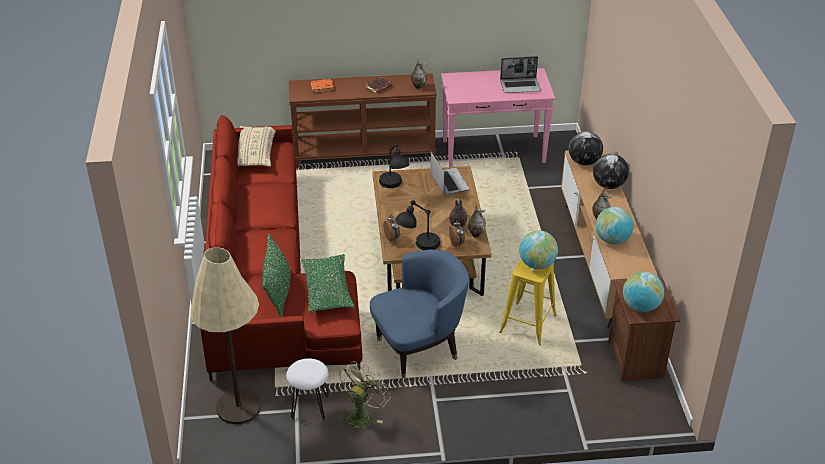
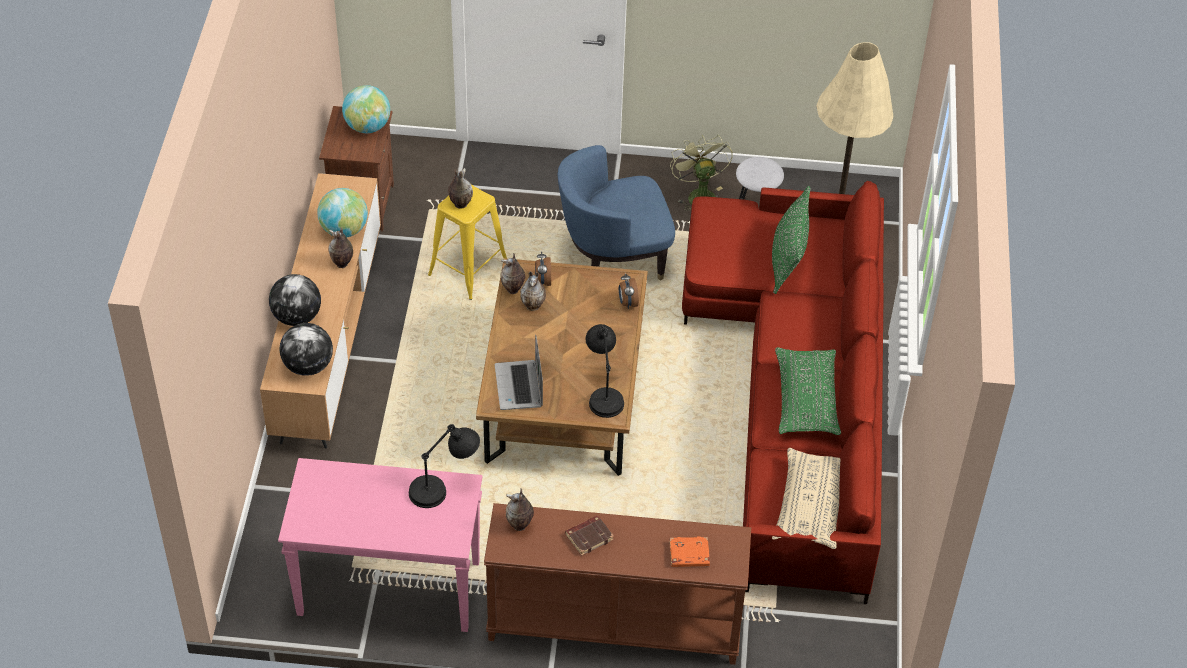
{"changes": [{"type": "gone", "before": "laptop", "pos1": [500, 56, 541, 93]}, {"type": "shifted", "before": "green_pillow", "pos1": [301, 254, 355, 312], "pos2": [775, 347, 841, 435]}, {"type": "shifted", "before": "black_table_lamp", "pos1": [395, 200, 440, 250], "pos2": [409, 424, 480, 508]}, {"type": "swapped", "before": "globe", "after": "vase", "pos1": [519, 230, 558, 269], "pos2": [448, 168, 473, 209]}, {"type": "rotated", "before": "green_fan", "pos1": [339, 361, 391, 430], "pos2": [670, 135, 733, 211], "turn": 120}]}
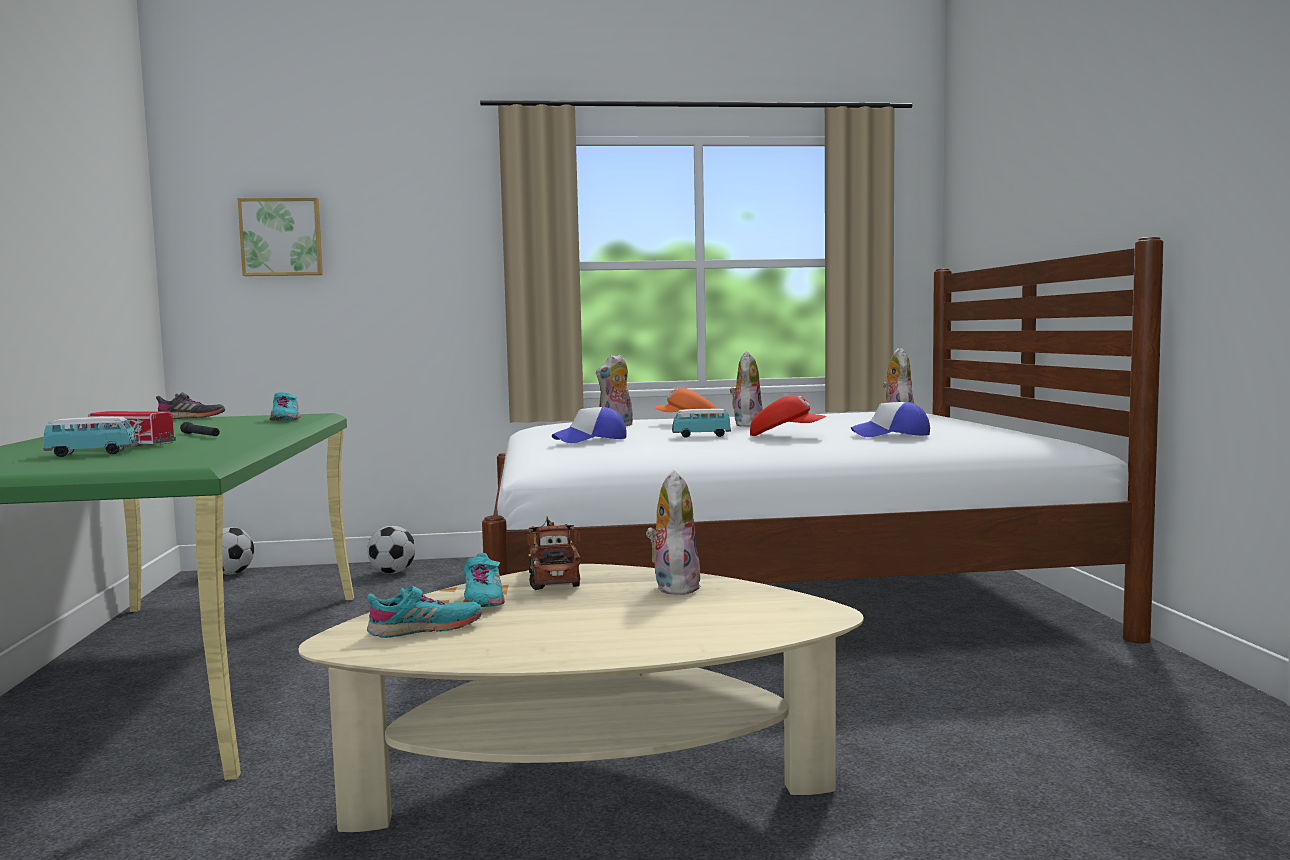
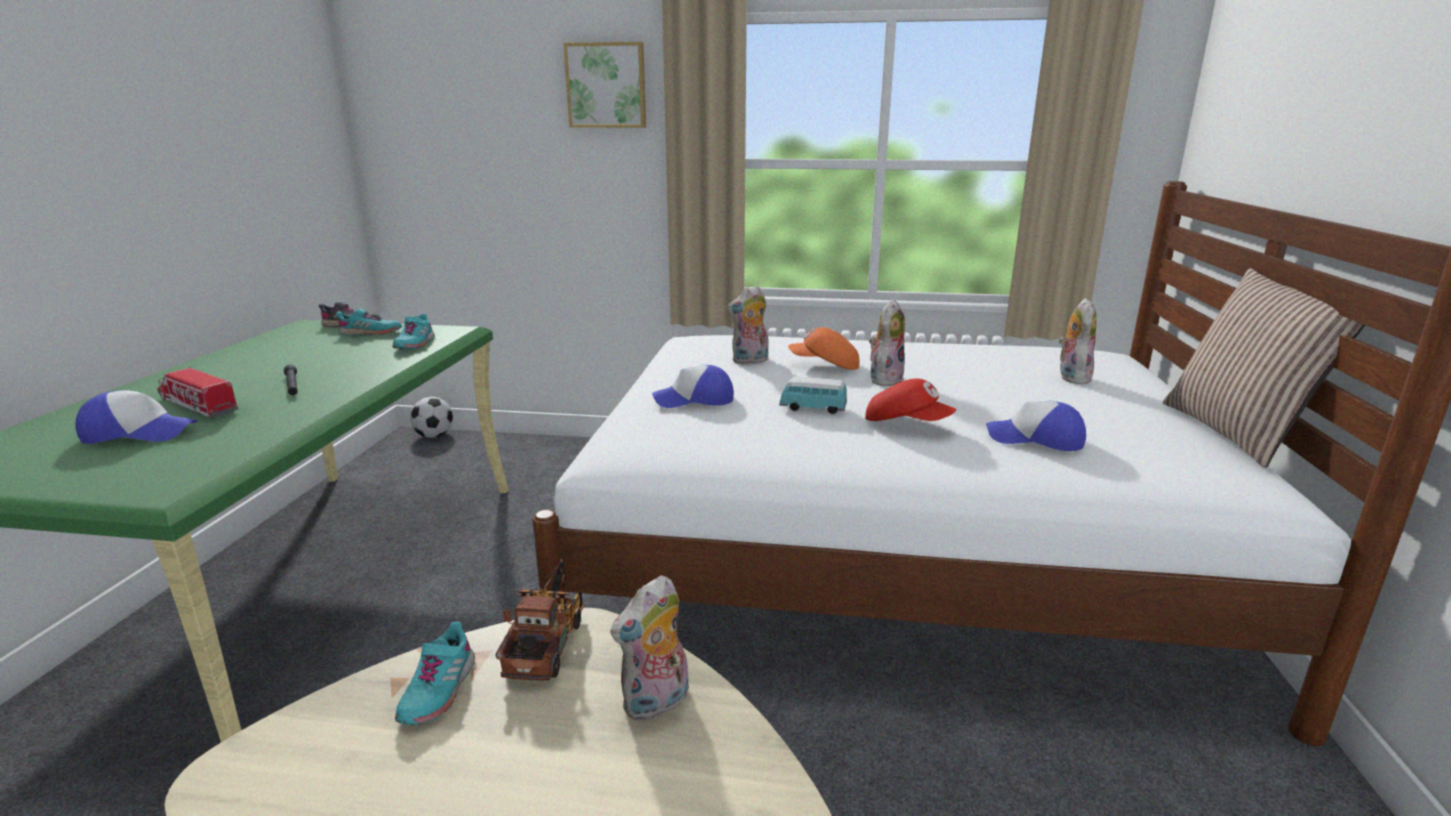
{"changes": [{"type": "gone", "before": "football", "pos1": [367, 526, 415, 574]}, {"type": "new", "after": "pillow", "pos2": [1163, 268, 1365, 468]}, {"type": "shifted", "before": "picture", "pos1": [238, 198, 323, 276], "pos2": [563, 42, 646, 128]}, {"type": "shifted", "before": "turquoise_shoe", "pos1": [367, 585, 483, 638], "pos2": [336, 309, 402, 336]}, {"type": "swapped", "before": "toy_car", "after": "cap", "pos1": [43, 417, 138, 457], "pos2": [75, 390, 198, 444]}, {"type": "rotated", "before": "plush_toy", "pos1": [646, 470, 701, 595], "pos2": [610, 575, 689, 721], "turn": -150}]}
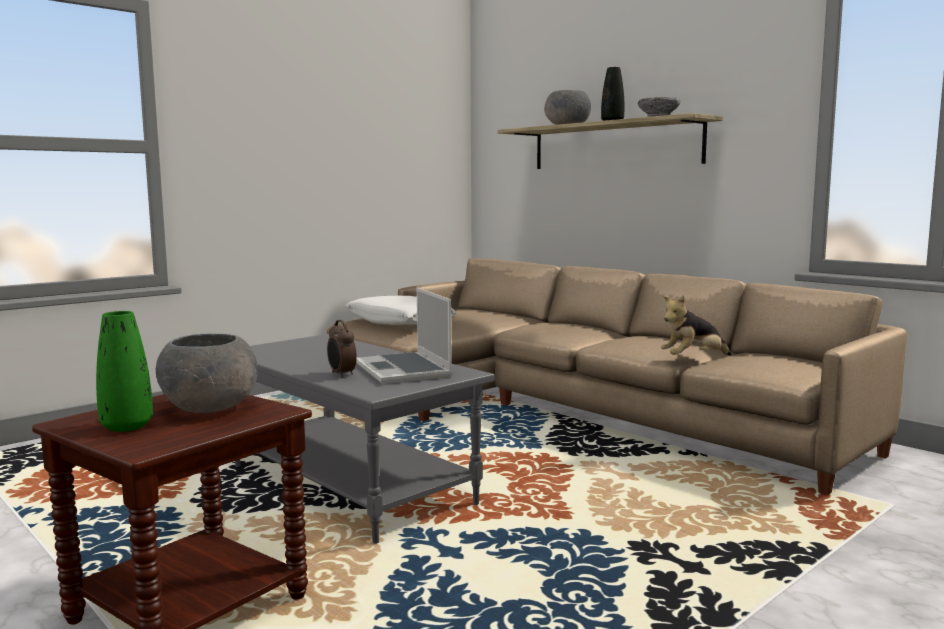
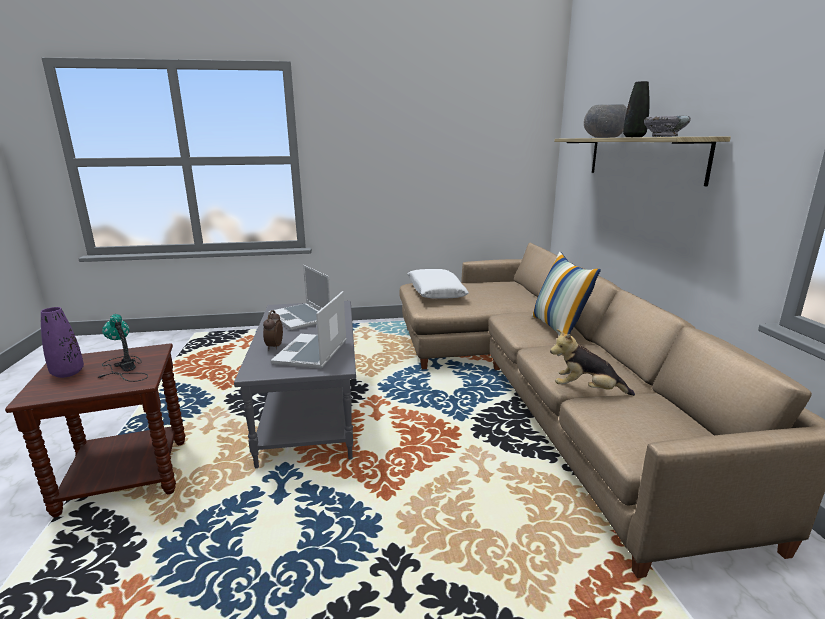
{"changes": [{"type": "new", "after": "laptop", "pos2": [269, 265, 331, 331]}, {"type": "new", "after": "pillow", "pos2": [531, 252, 601, 336]}, {"type": "swapped", "before": "grey_bowl", "after": "table_lamp", "pos1": [156, 333, 258, 413], "pos2": [98, 314, 148, 382]}, {"type": "repainted", "before": "green_vase", "after": "purple_vase", "pos1": [96, 311, 153, 432], "pos2": [41, 307, 84, 378]}]}
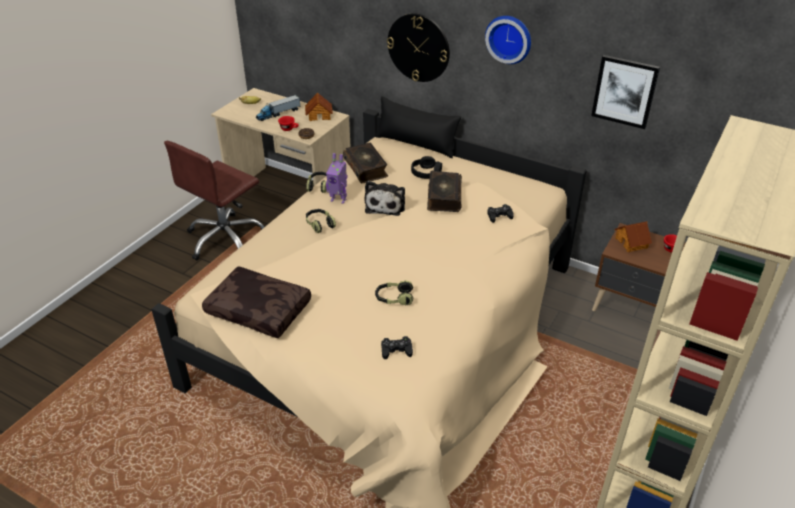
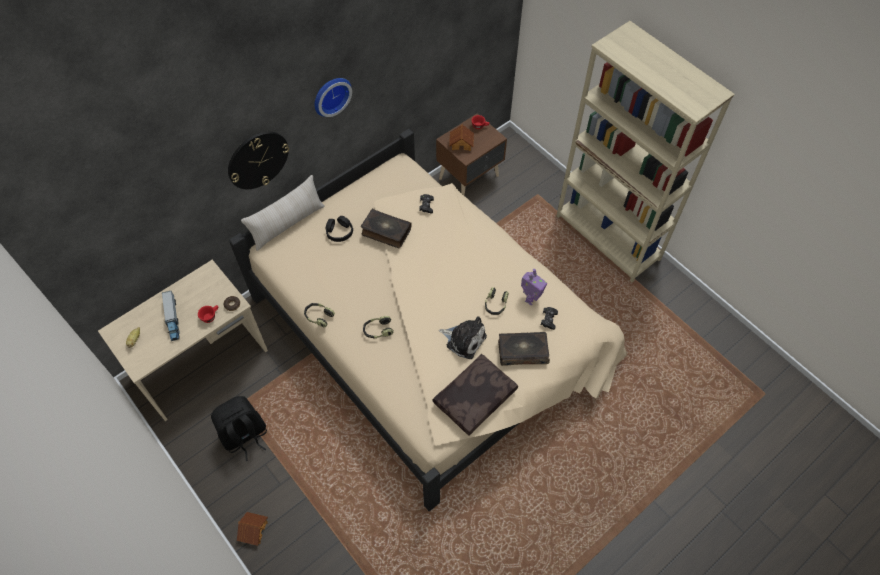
{"changes": [{"type": "gone", "before": "picture", "pos1": [591, 55, 660, 129]}, {"type": "shifted", "before": "toy_house", "pos1": [305, 93, 333, 121], "pos2": [237, 512, 268, 546]}, {"type": "shifted", "before": "toy_robot", "pos1": [326, 153, 348, 204], "pos2": [521, 269, 547, 306]}, {"type": "shifted", "before": "book", "pos1": [343, 143, 388, 183], "pos2": [498, 332, 550, 366]}, {"type": "shifted", "before": "plush_toy", "pos1": [365, 181, 405, 216], "pos2": [439, 316, 487, 359]}, {"type": "swapped", "before": "brown_office_chair", "after": "black_backpack", "pos1": [164, 141, 265, 261], "pos2": [211, 396, 267, 461]}, {"type": "repainted", "before": "black_pillow", "after": "beige_pillow", "pos1": [375, 96, 461, 158], "pos2": [241, 175, 325, 251]}]}
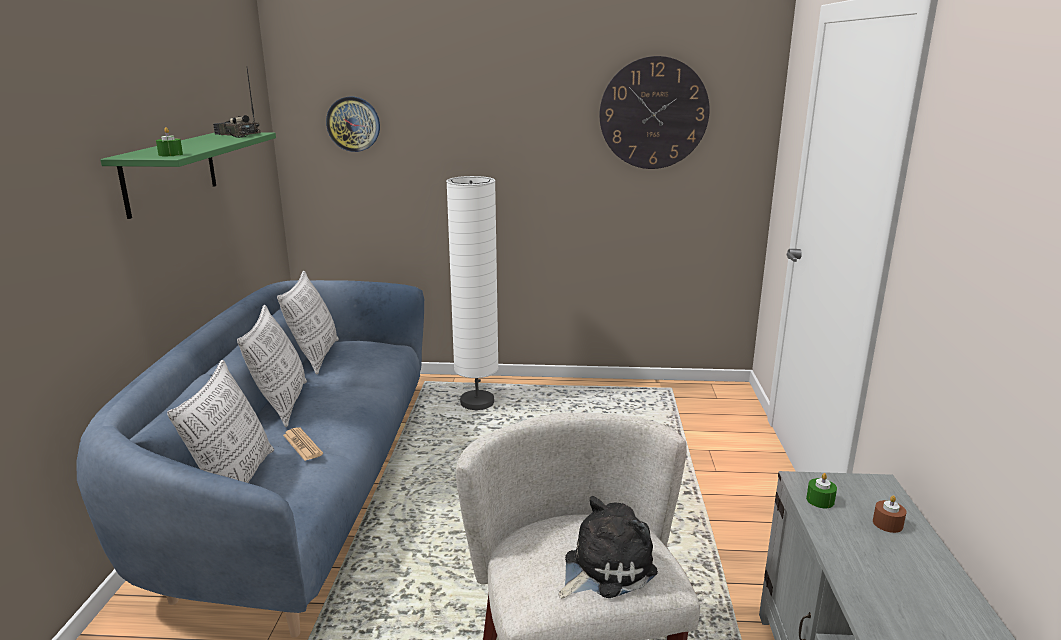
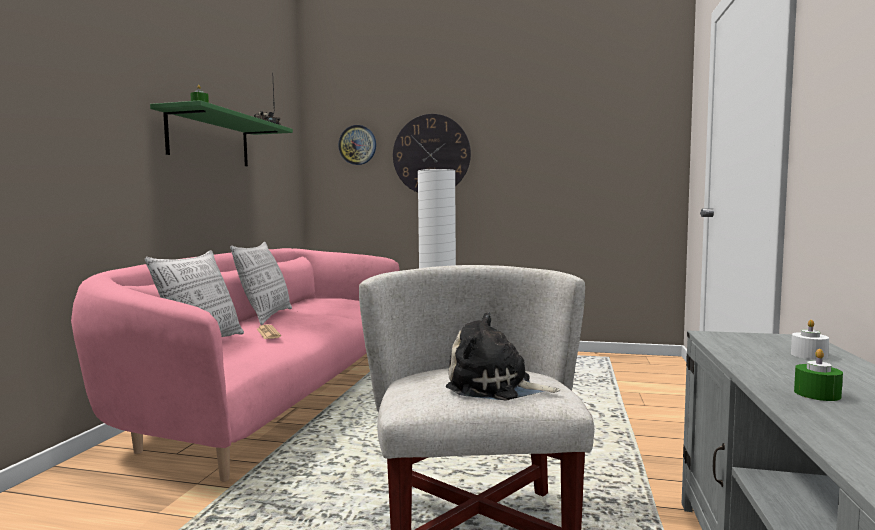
{"changes": [{"type": "gone", "before": "pillow", "pos1": [277, 271, 339, 374]}, {"type": "shifted", "before": "wall_clock", "pos1": [599, 56, 710, 169], "pos2": [393, 114, 471, 193]}, {"type": "shifted", "before": "green_candle", "pos1": [806, 473, 837, 508], "pos2": [794, 349, 843, 401]}, {"type": "repainted", "before": "blue_sofa", "after": "pink_sofa", "pos1": [76, 280, 424, 638], "pos2": [71, 248, 400, 482]}, {"type": "repainted", "before": "brown_candle", "after": "white_candle", "pos1": [873, 495, 907, 533], "pos2": [791, 320, 829, 360]}, {"type": "rotated", "before": "plush_toy", "pos1": [559, 496, 658, 598], "pos2": [446, 312, 560, 401], "turn": -135}]}
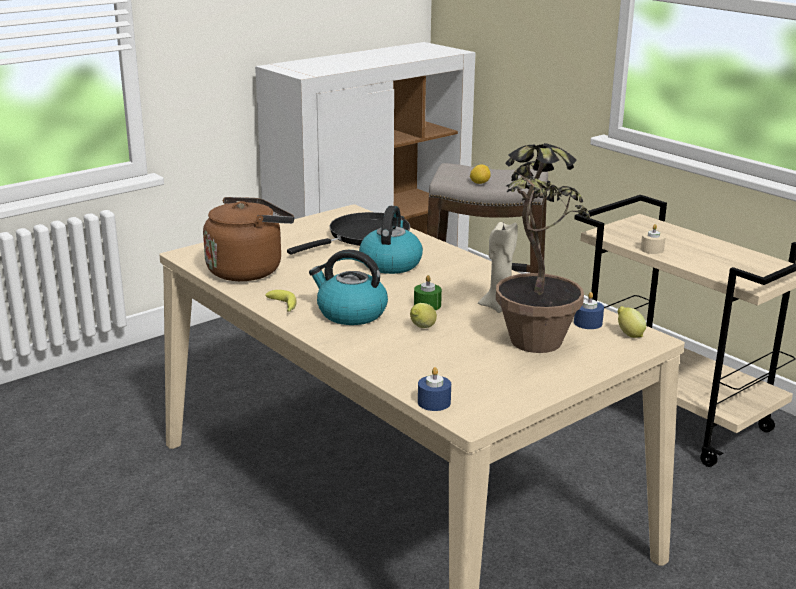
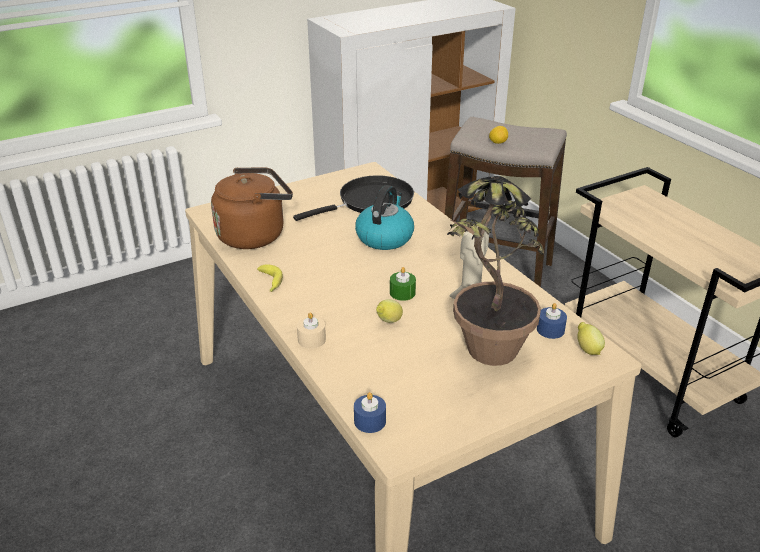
{"changes": [{"type": "gone", "before": "kettle", "pos1": [309, 250, 388, 325]}, {"type": "shifted", "before": "beige_candle", "pos1": [641, 224, 665, 254], "pos2": [297, 312, 326, 349]}]}
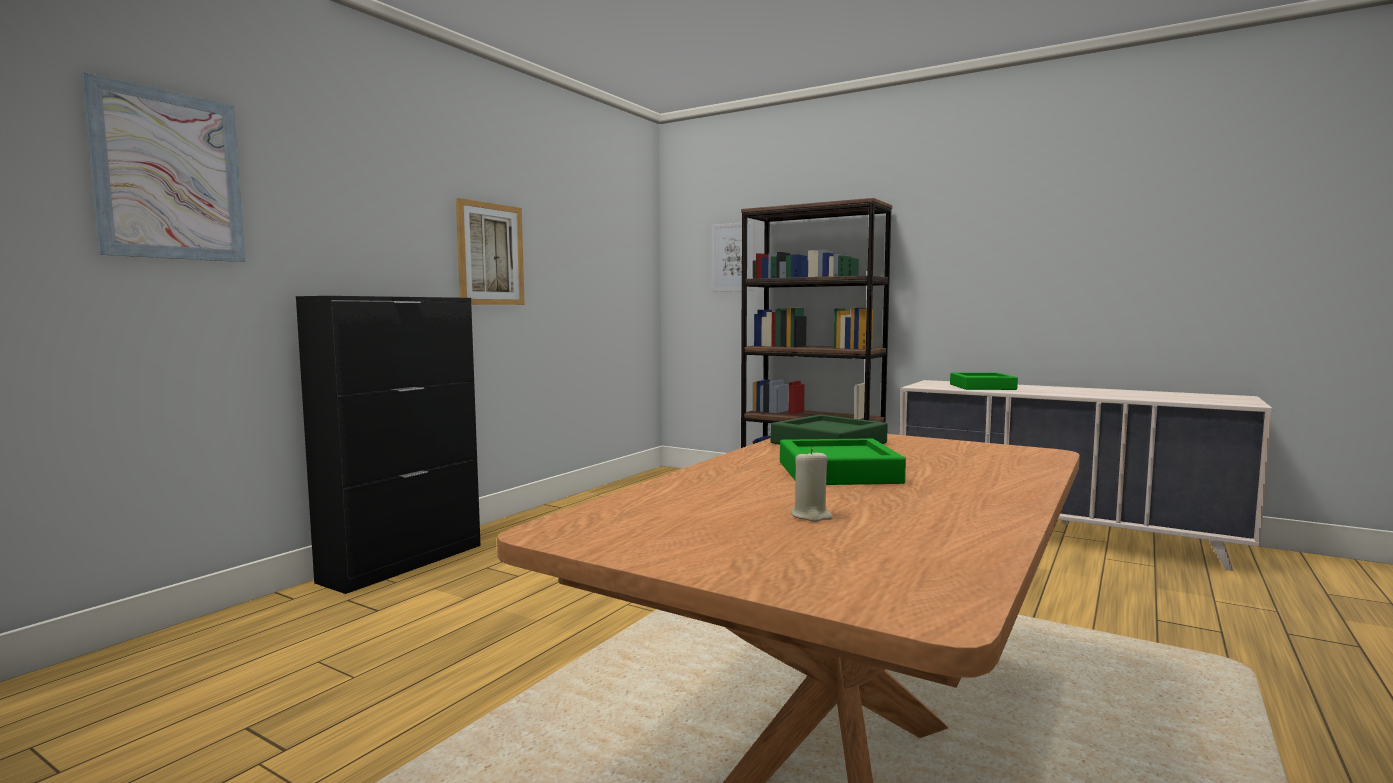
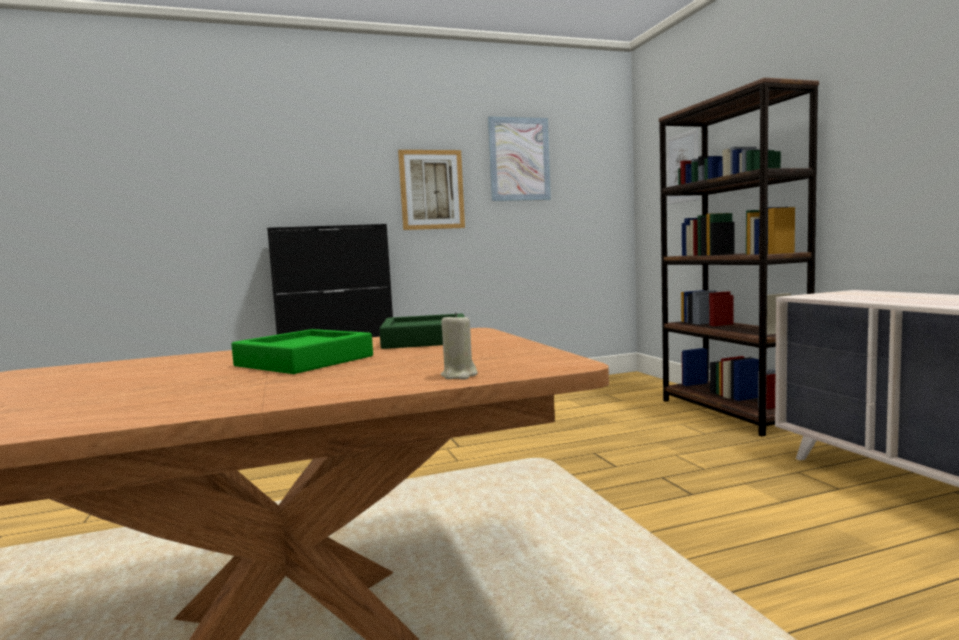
{"changes": [{"type": "gone", "before": "green_tray", "pos1": [950, 373, 1018, 390]}, {"type": "shifted", "before": "picture", "pos1": [81, 72, 245, 262], "pos2": [488, 116, 551, 201]}, {"type": "shifted", "before": "beige_candle", "pos1": [791, 448, 833, 522], "pos2": [441, 313, 478, 380]}]}
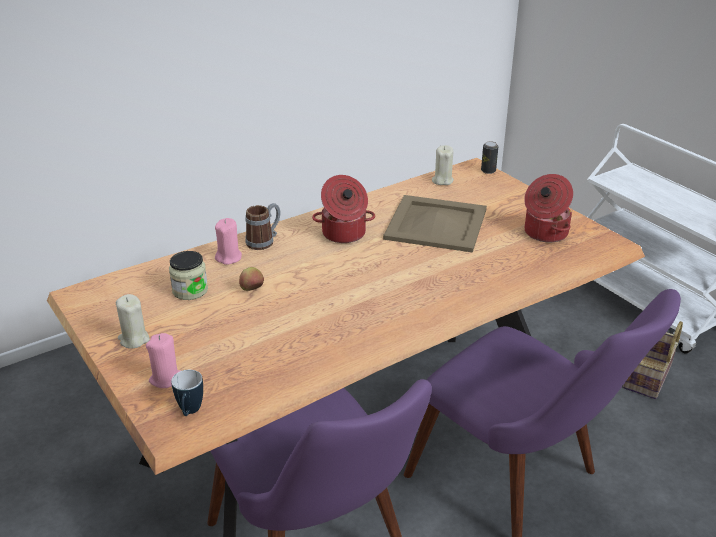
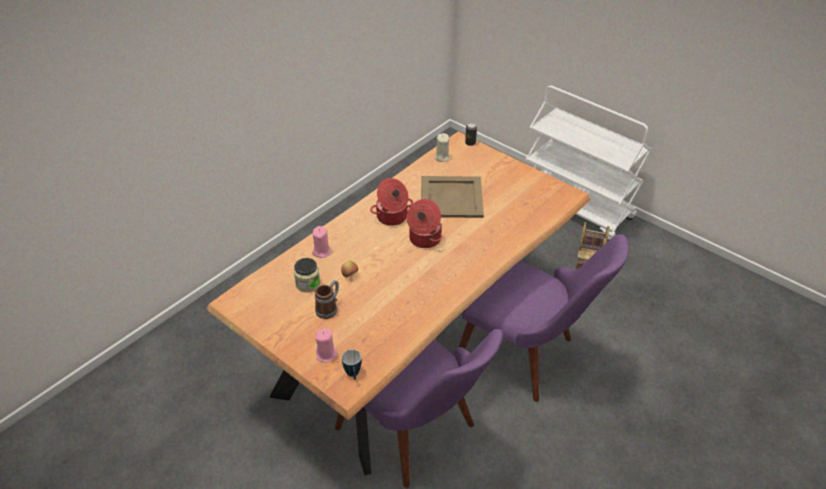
{"changes": [{"type": "gone", "before": "beige_candle", "pos1": [116, 294, 150, 349]}, {"type": "shifted", "before": "mug", "pos1": [245, 203, 281, 250], "pos2": [315, 280, 339, 319]}, {"type": "shifted", "before": "cooking_pot", "pos1": [524, 174, 573, 243], "pos2": [407, 199, 442, 248]}]}
